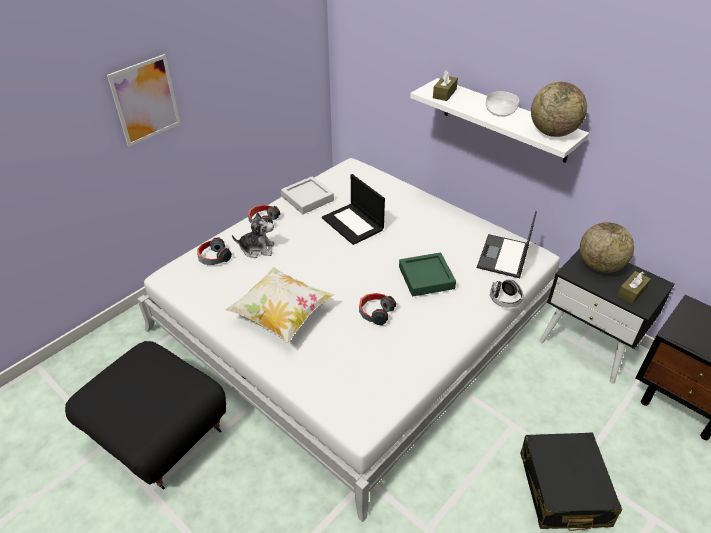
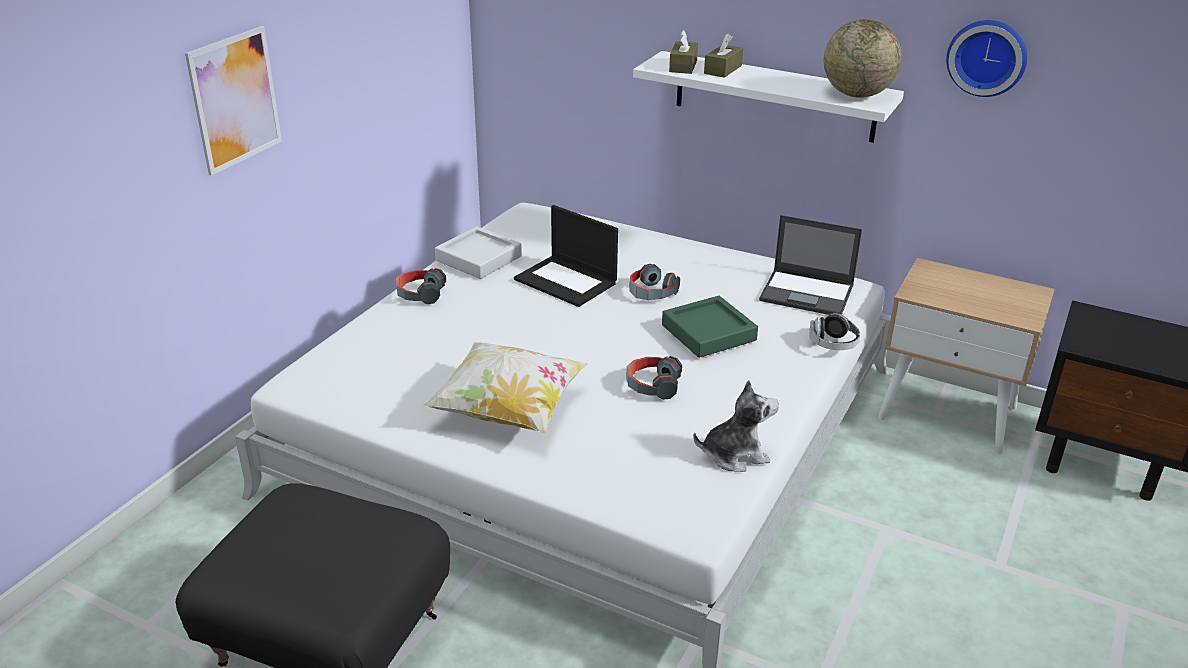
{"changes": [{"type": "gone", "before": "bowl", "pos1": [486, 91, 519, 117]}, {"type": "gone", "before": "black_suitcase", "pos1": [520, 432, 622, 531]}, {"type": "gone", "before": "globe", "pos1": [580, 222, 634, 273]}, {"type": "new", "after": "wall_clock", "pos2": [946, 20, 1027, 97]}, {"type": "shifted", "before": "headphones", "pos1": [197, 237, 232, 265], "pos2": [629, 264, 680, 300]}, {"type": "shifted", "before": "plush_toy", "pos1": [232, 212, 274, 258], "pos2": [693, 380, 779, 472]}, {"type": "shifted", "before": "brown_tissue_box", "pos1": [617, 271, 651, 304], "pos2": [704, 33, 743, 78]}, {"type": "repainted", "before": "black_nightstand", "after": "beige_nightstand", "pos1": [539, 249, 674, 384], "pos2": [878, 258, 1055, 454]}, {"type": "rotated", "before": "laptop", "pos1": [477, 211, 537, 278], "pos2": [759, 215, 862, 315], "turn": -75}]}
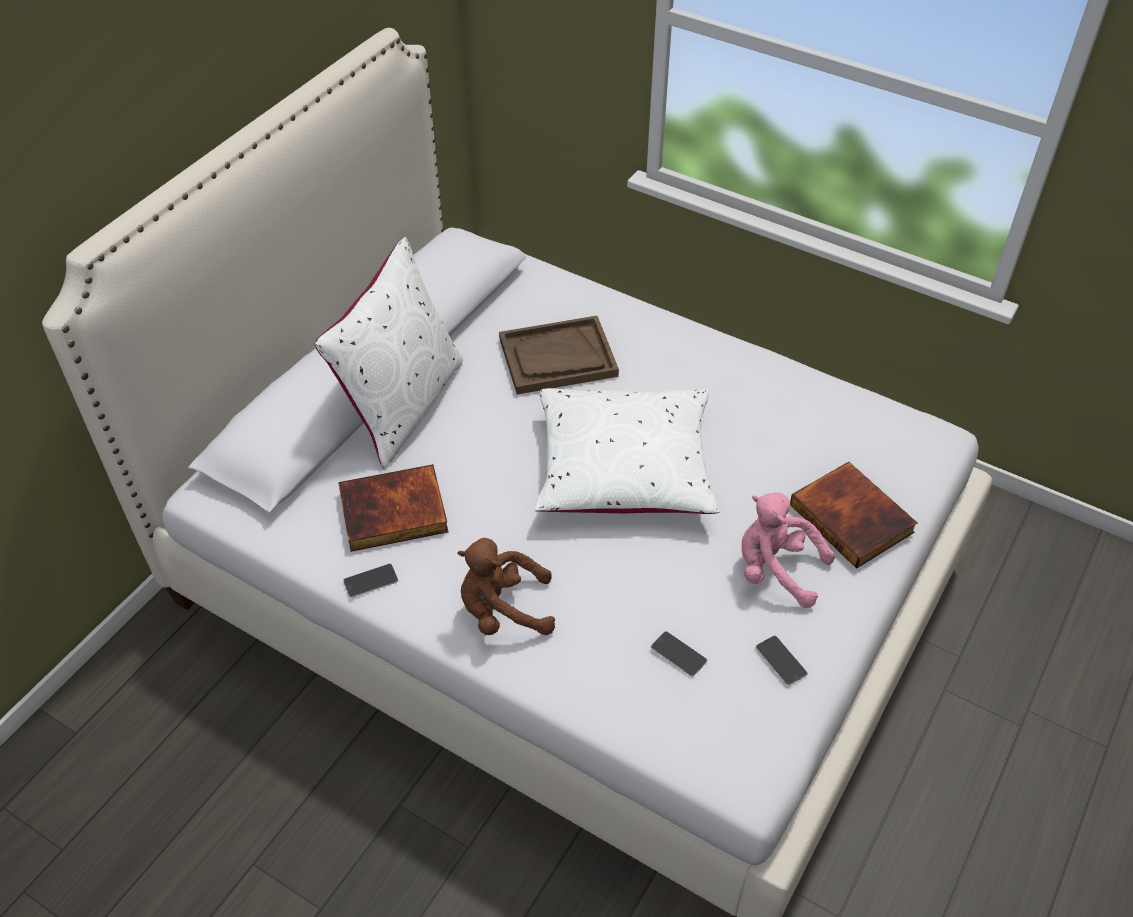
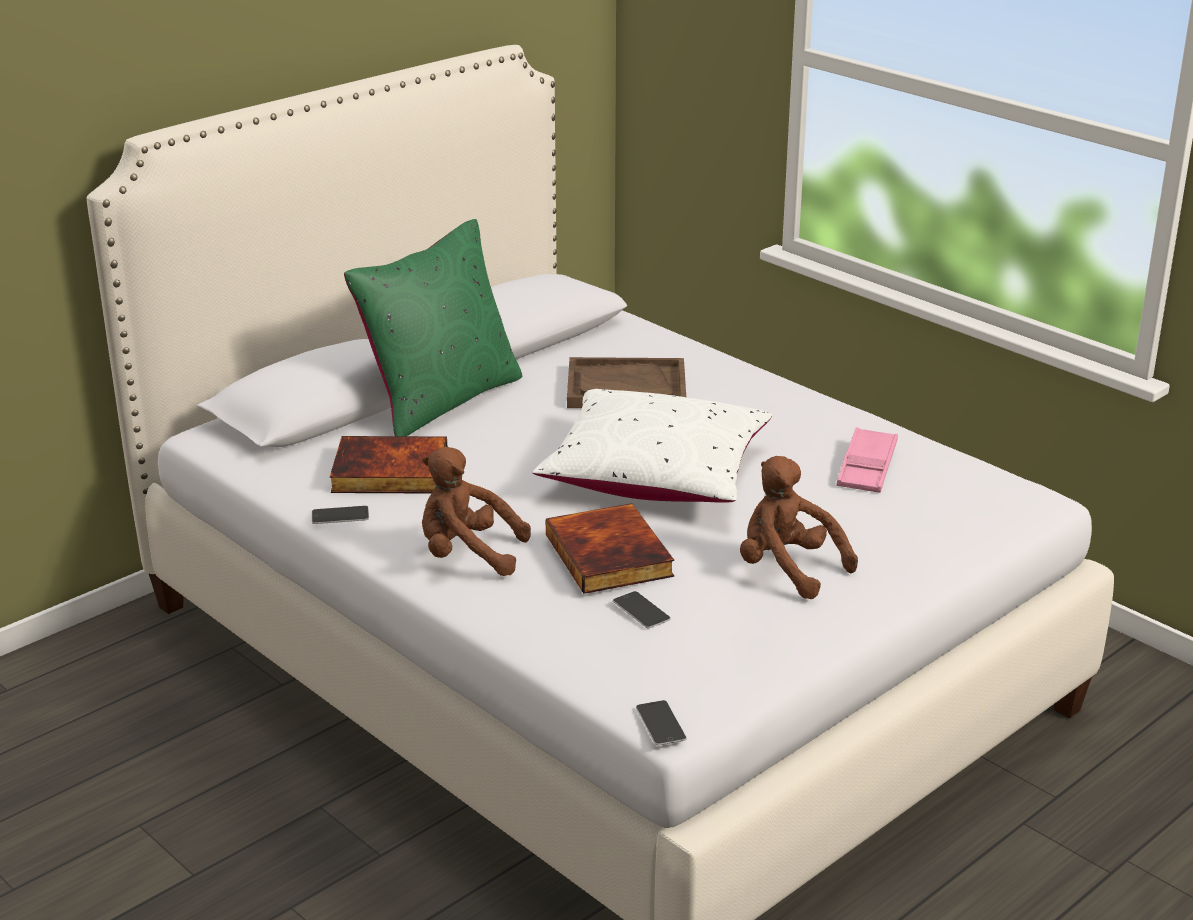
{"changes": [{"type": "new", "after": "pink_tray", "pos2": [836, 427, 898, 493]}, {"type": "shifted", "before": "phone", "pos1": [756, 636, 808, 685], "pos2": [636, 700, 687, 745]}, {"type": "shifted", "before": "book", "pos1": [790, 462, 917, 569], "pos2": [546, 503, 674, 594]}, {"type": "repainted", "before": "white_pillow", "after": "green_pillow", "pos1": [314, 237, 463, 469], "pos2": [344, 219, 522, 436]}, {"type": "repainted", "before": "pink_plush_toy", "after": "brown_plush_toy", "pos1": [742, 493, 835, 608], "pos2": [740, 456, 858, 599]}]}
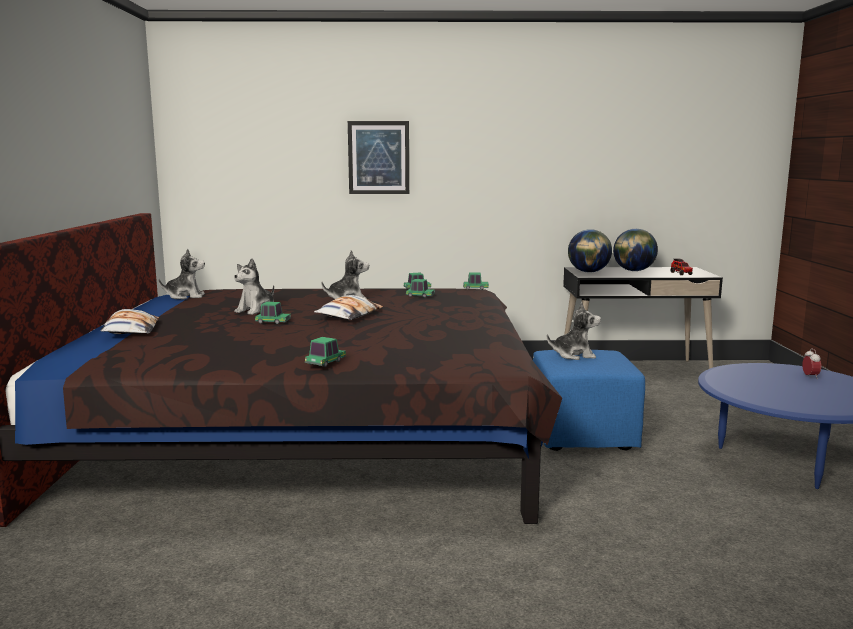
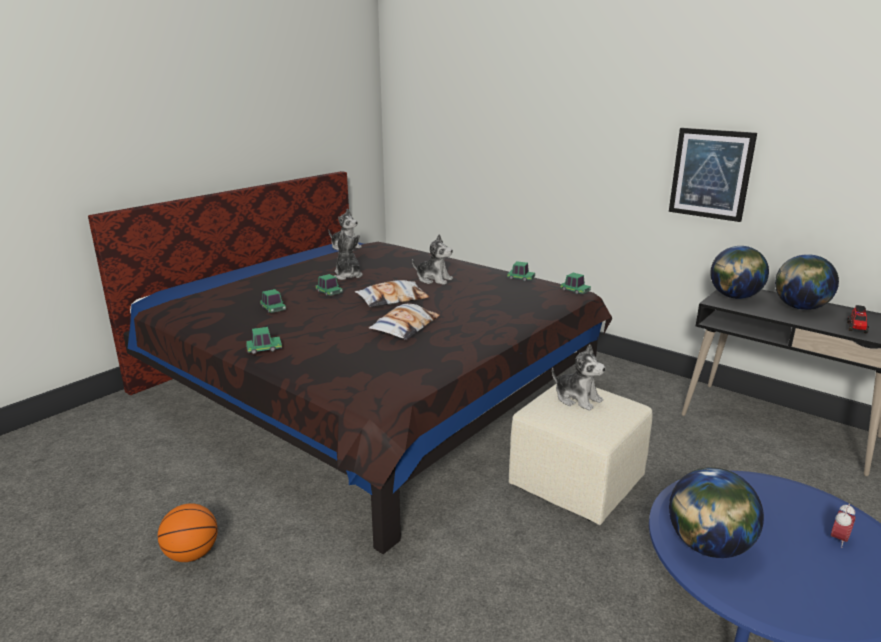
{"changes": [{"type": "new", "after": "basketball", "pos2": [158, 503, 218, 562]}, {"type": "new", "after": "globe", "pos2": [669, 467, 764, 558]}, {"type": "shifted", "before": "pillow", "pos1": [100, 309, 159, 334], "pos2": [369, 304, 440, 340]}, {"type": "shifted", "before": "picture", "pos1": [348, 121, 409, 194], "pos2": [669, 128, 757, 222]}, {"type": "shifted", "before": "toy_car", "pos1": [406, 279, 435, 298], "pos2": [260, 289, 286, 313]}, {"type": "repainted", "before": "blue_ottoman", "after": "beige_ottoman", "pos1": [533, 350, 645, 451], "pos2": [508, 384, 652, 525]}, {"type": "rotated", "before": "plush_toy", "pos1": [234, 258, 274, 315], "pos2": [334, 230, 363, 280], "turn": 90}]}
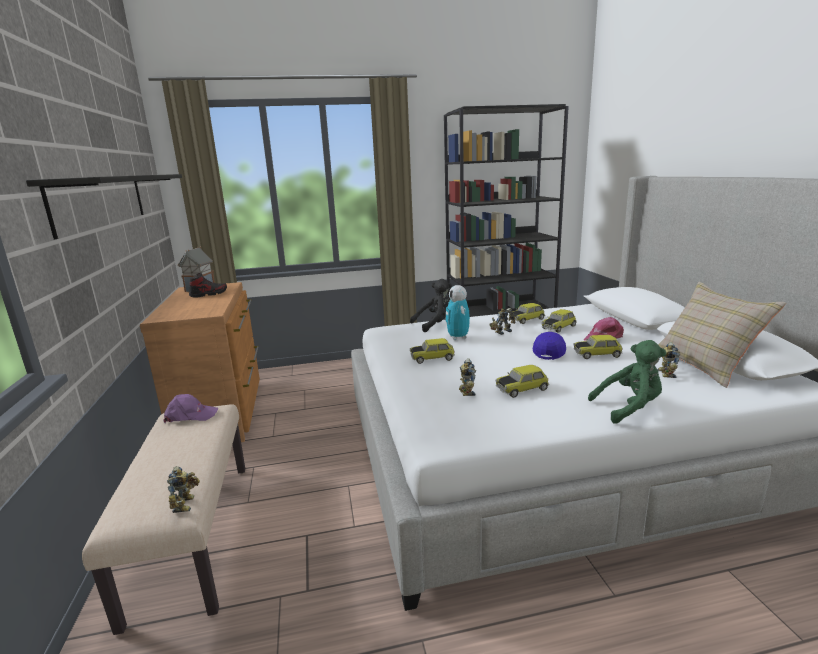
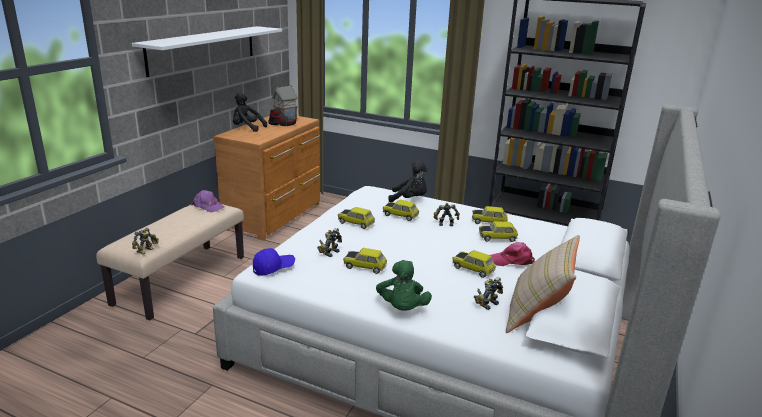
{"changes": [{"type": "new", "after": "black_plush_toy", "pos2": [233, 93, 267, 132]}, {"type": "shifted", "before": "blue_cap", "pos1": [533, 332, 566, 360], "pos2": [253, 248, 295, 276]}, {"type": "swapped", "before": "toy_robot", "after": "toy_car", "pos1": [445, 285, 470, 340], "pos2": [383, 200, 419, 221]}, {"type": "repainted", "before": "black_shelf", "after": "white_shelf", "pos1": [26, 174, 182, 239], "pos2": [132, 26, 282, 77]}, {"type": "rotated", "before": "green_plush_toy", "pos1": [588, 340, 667, 424], "pos2": [376, 260, 432, 311], "turn": 60}]}
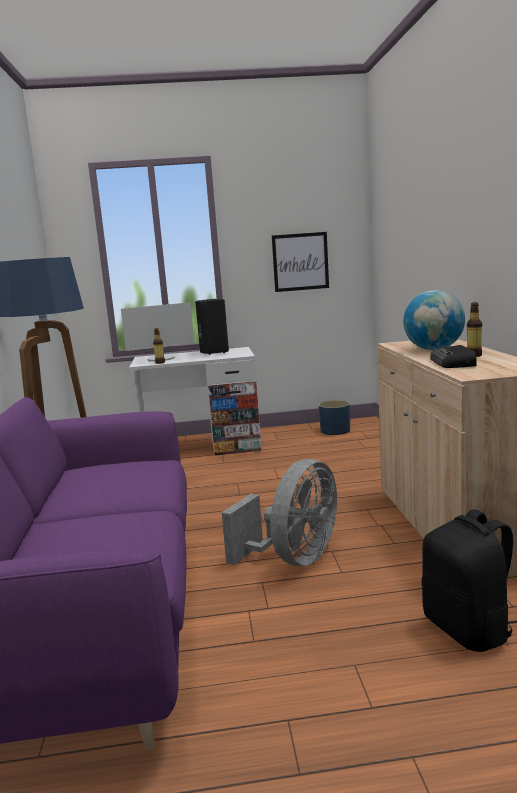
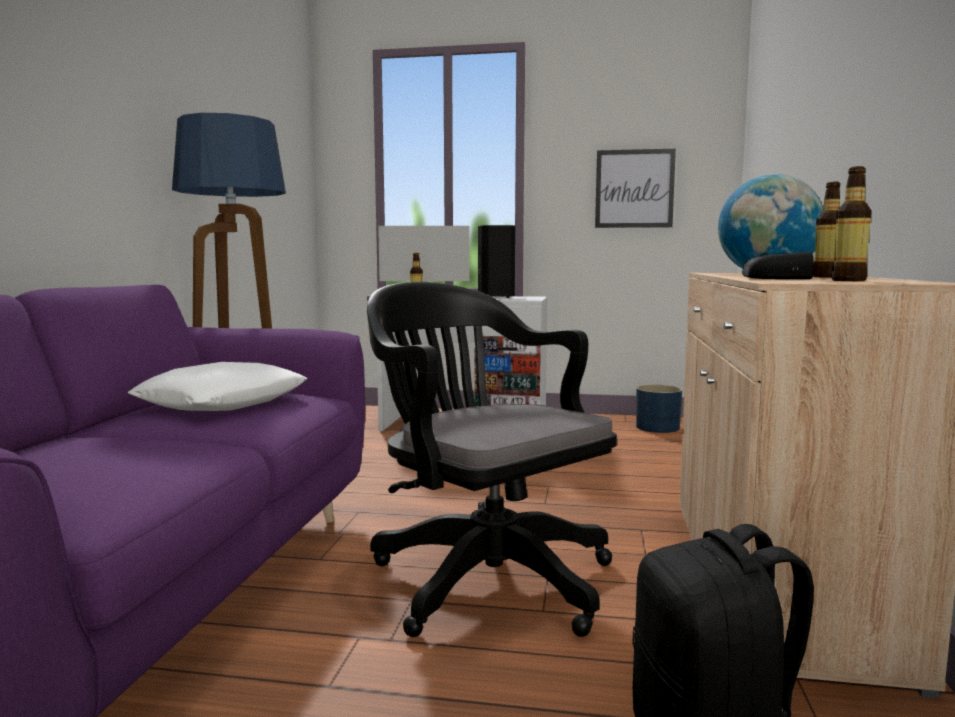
{"changes": [{"type": "new", "after": "white_pillow", "pos2": [127, 362, 307, 411]}, {"type": "new", "after": "bottle", "pos2": [832, 166, 871, 281]}, {"type": "swapped", "before": "grey_fan", "after": "black_office_chair", "pos1": [222, 459, 337, 566], "pos2": [367, 282, 617, 637]}]}
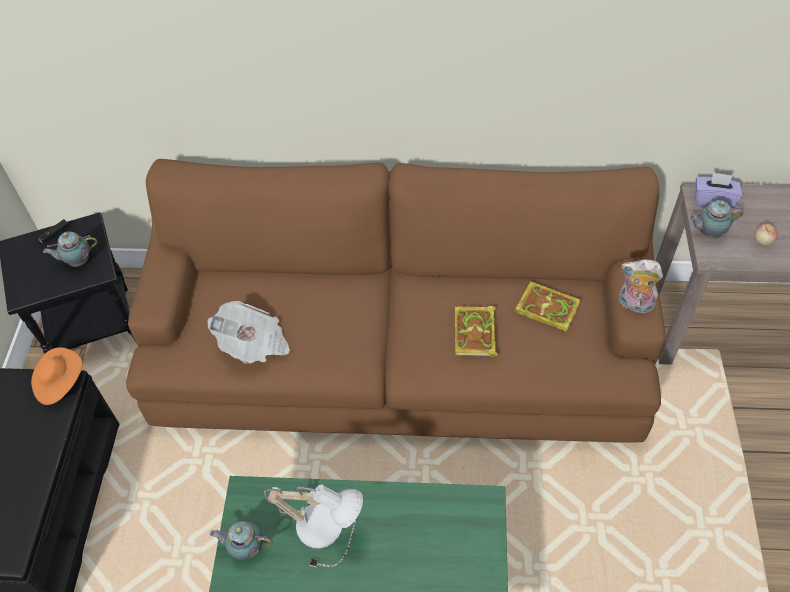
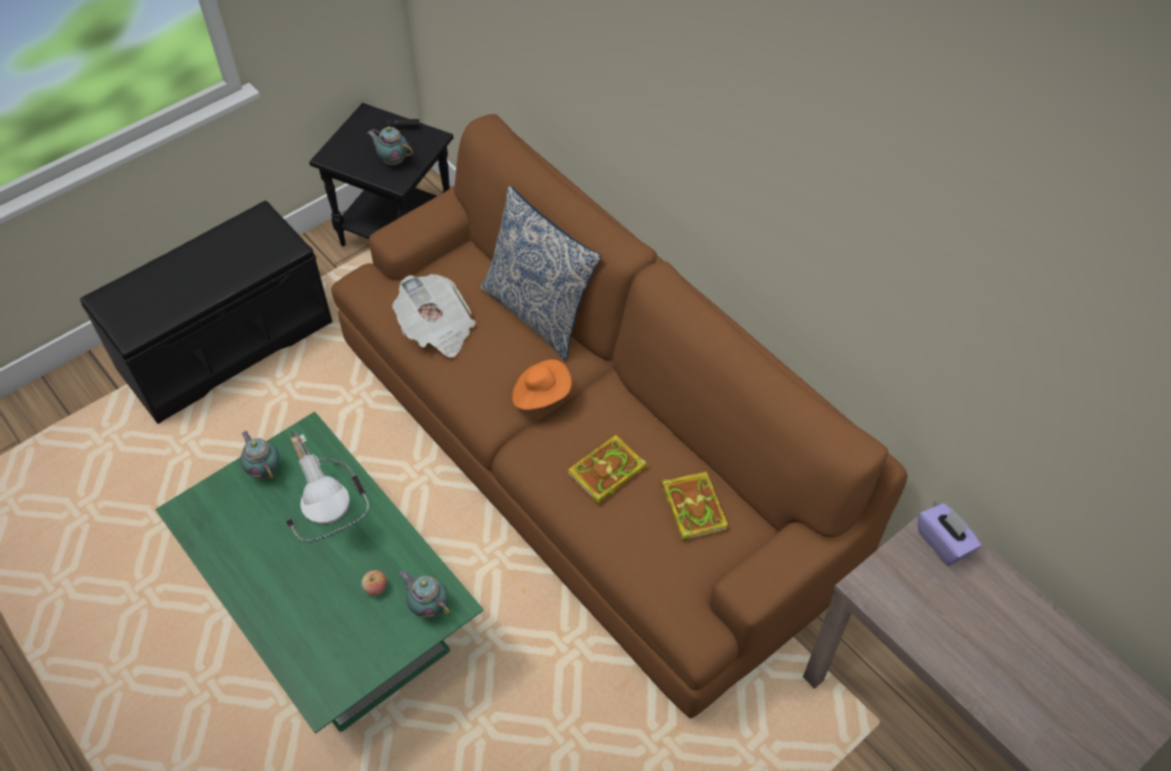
{"changes": [{"type": "gone", "before": "plush_toy", "pos1": [619, 259, 663, 313]}, {"type": "new", "after": "pillow", "pos2": [481, 186, 601, 361]}, {"type": "shifted", "before": "orange_hat", "pos1": [31, 347, 82, 405], "pos2": [512, 359, 572, 410]}, {"type": "shifted", "before": "teapot", "pos1": [689, 200, 743, 239], "pos2": [400, 570, 451, 618]}, {"type": "shifted", "before": "apple", "pos1": [755, 224, 778, 245], "pos2": [361, 570, 387, 596]}]}
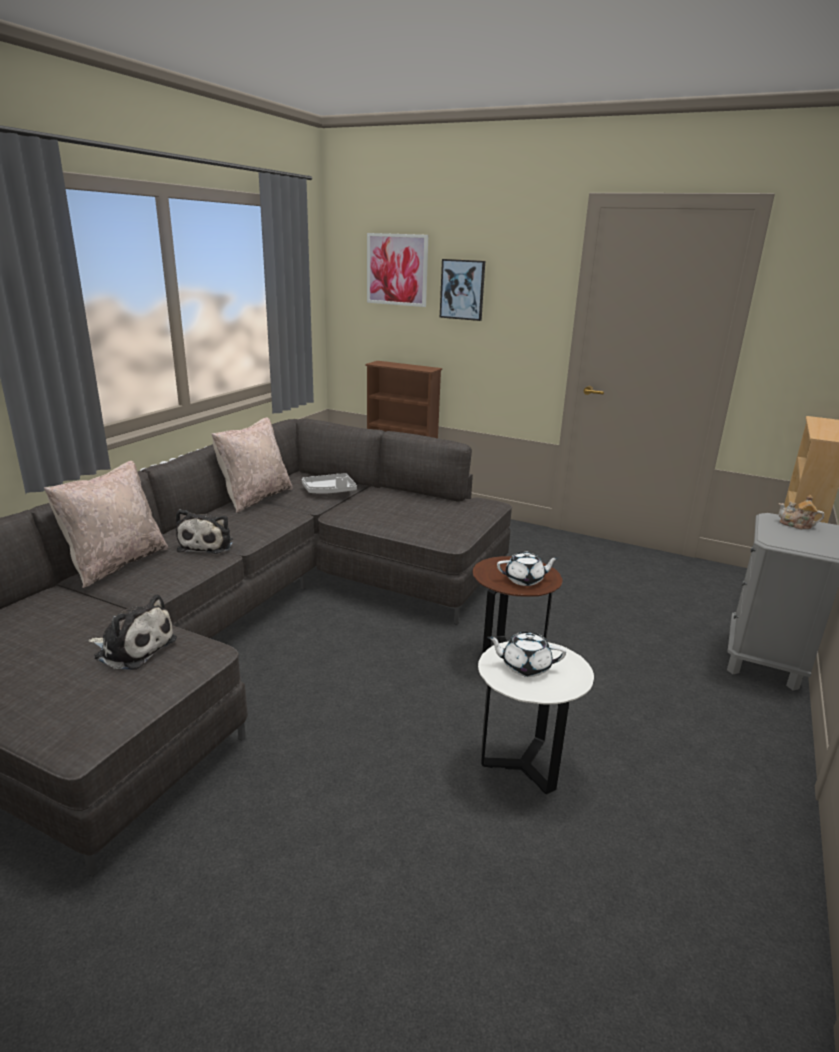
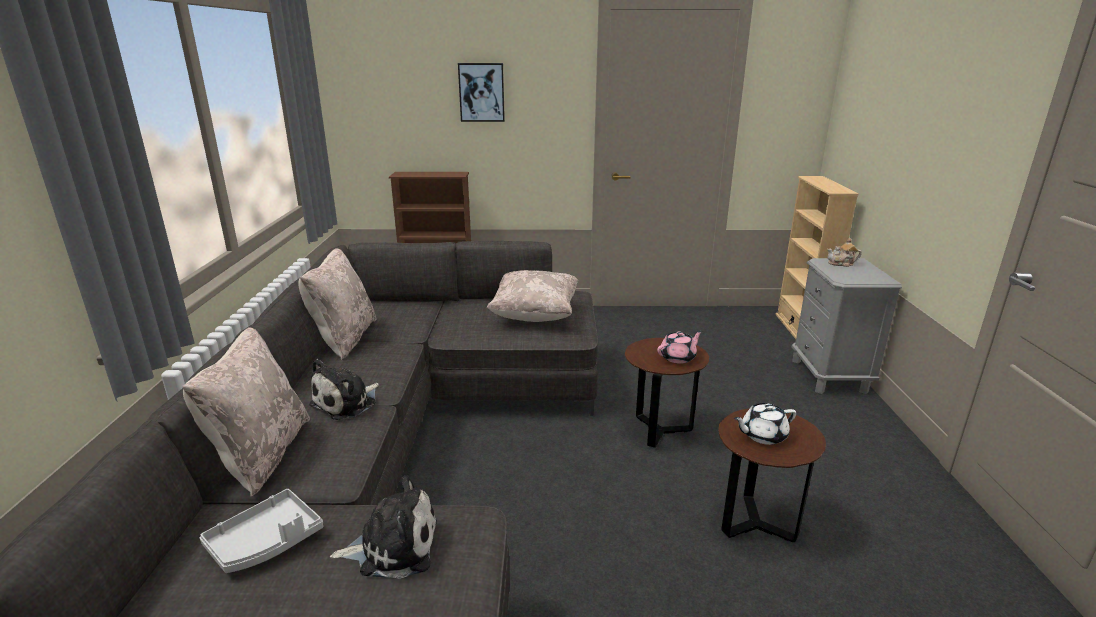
{"changes": [{"type": "gone", "before": "picture", "pos1": [367, 233, 428, 307]}, {"type": "new", "after": "beige_pillow", "pos2": [487, 270, 578, 322]}, {"type": "shifted", "before": "grey_tray", "pos1": [302, 473, 357, 494], "pos2": [200, 489, 324, 573]}, {"type": "repainted", "before": "white_side_table", "after": "brown_side_table", "pos1": [478, 641, 594, 794], "pos2": [718, 408, 826, 542]}, {"type": "repainted", "before": "white_teapot", "after": "pink_teapot", "pos1": [497, 551, 559, 586], "pos2": [657, 331, 703, 364]}, {"type": "rotated", "before": "plush_toy", "pos1": [176, 509, 233, 554], "pos2": [309, 359, 379, 420], "turn": 60}]}
